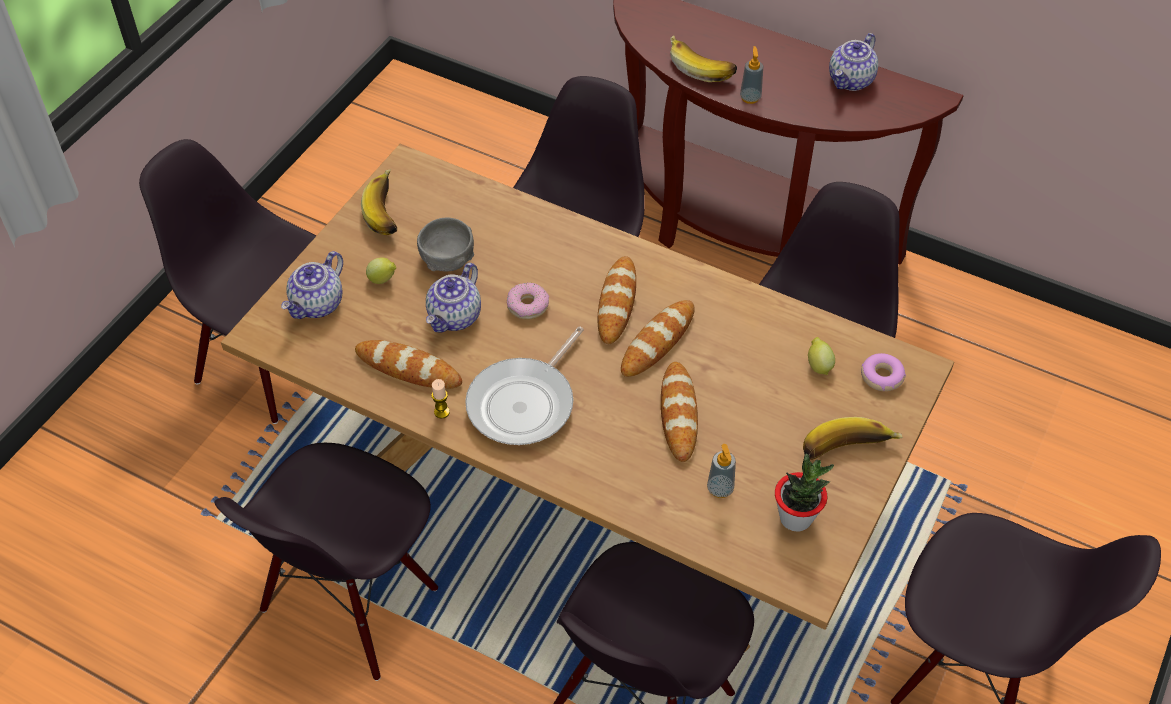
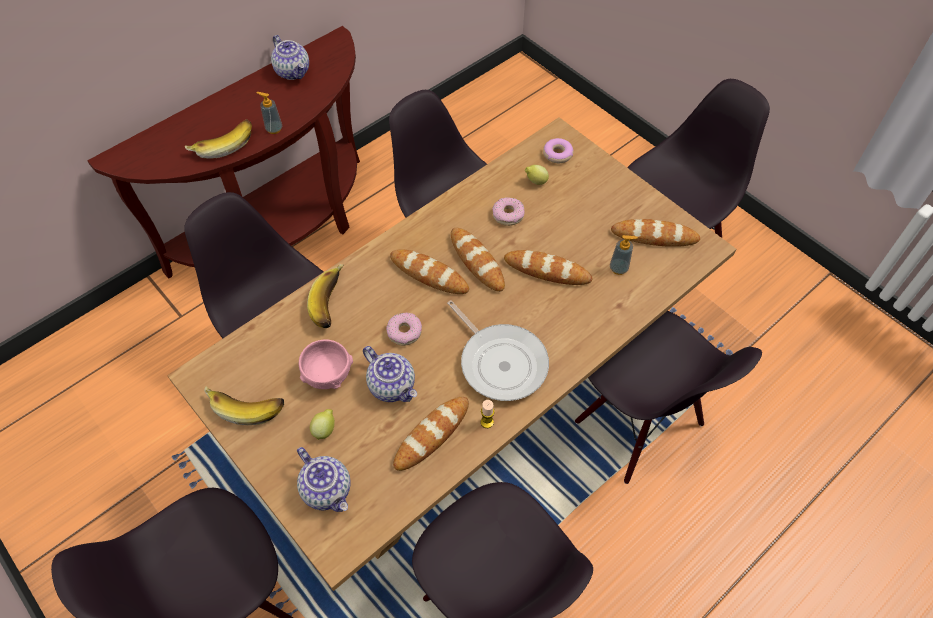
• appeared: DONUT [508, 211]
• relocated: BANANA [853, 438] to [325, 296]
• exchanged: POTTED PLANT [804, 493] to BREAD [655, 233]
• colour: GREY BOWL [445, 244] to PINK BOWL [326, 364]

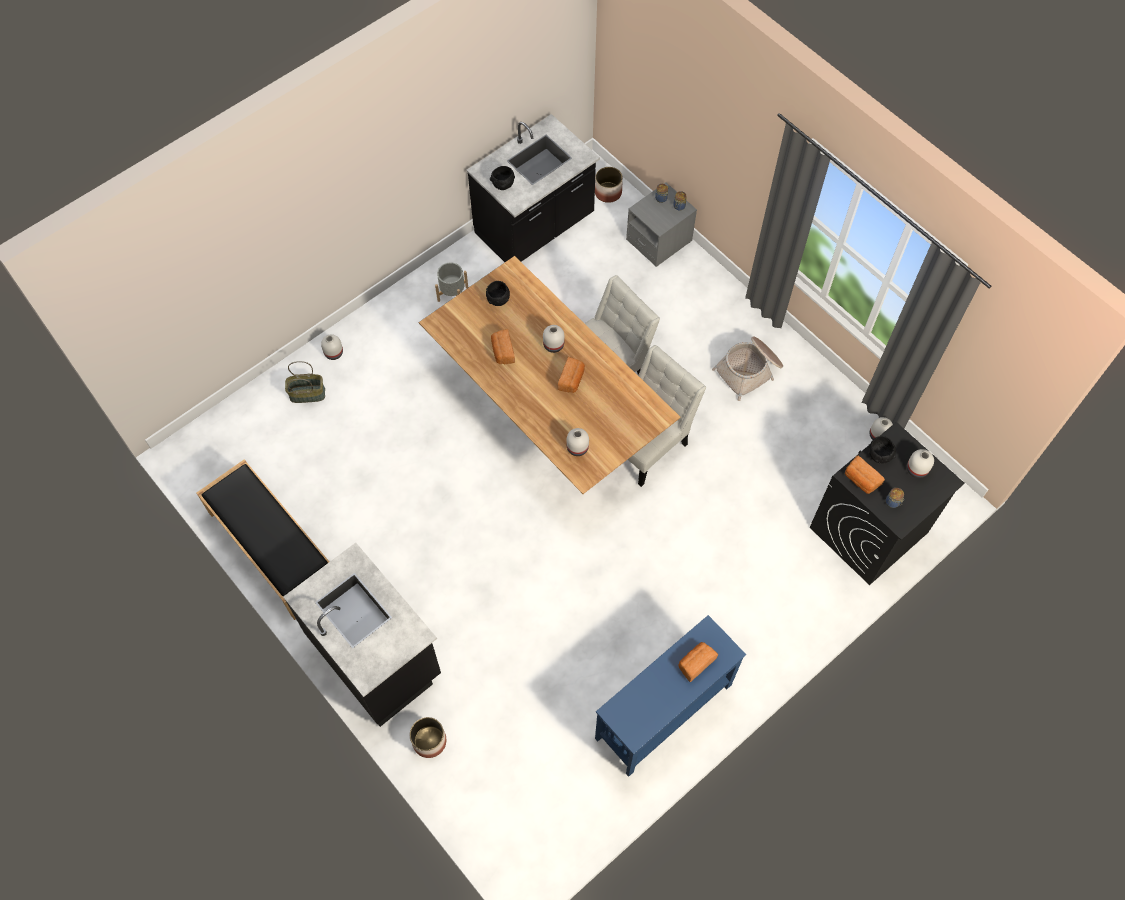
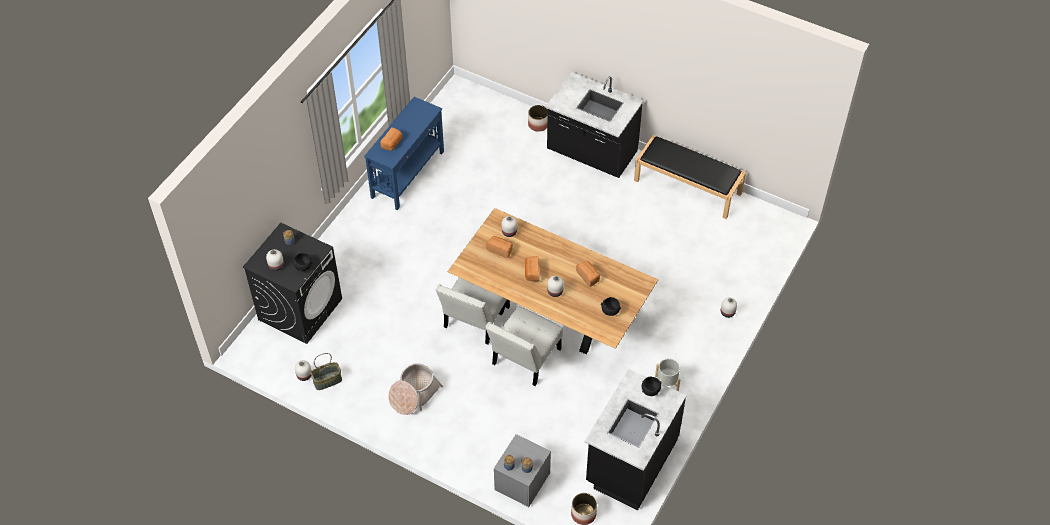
• relocated: BASKET [305, 382] to [326, 371]
• relocated: BREAD [865, 475] to [499, 247]

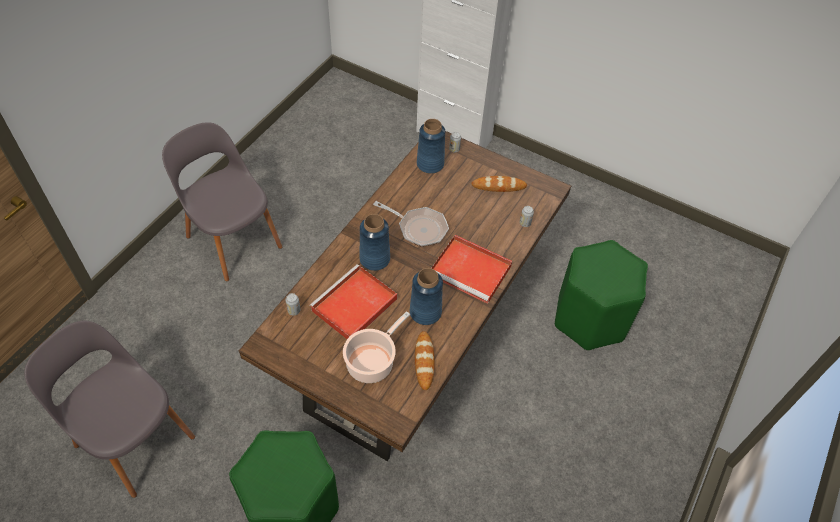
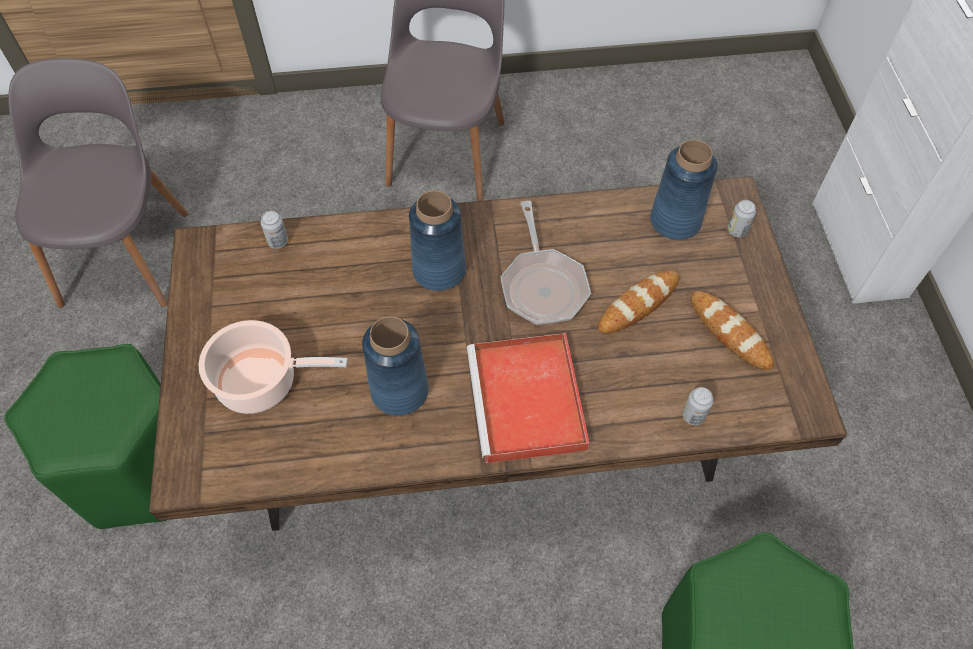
• missing: RED TRAY [353, 301]
• relocated: BREAD [425, 360] to [639, 302]

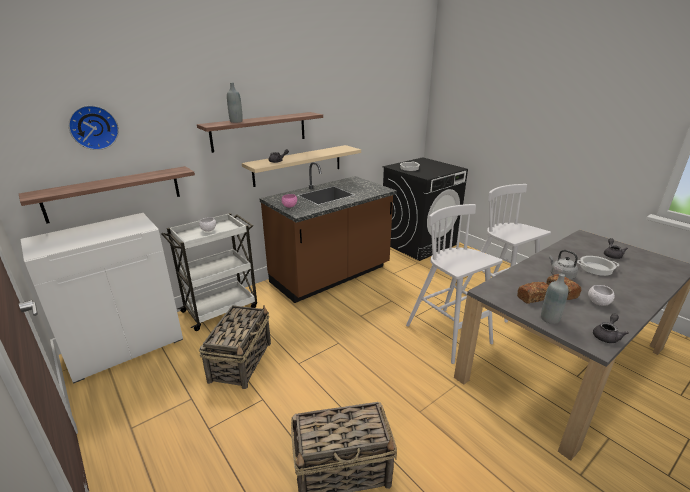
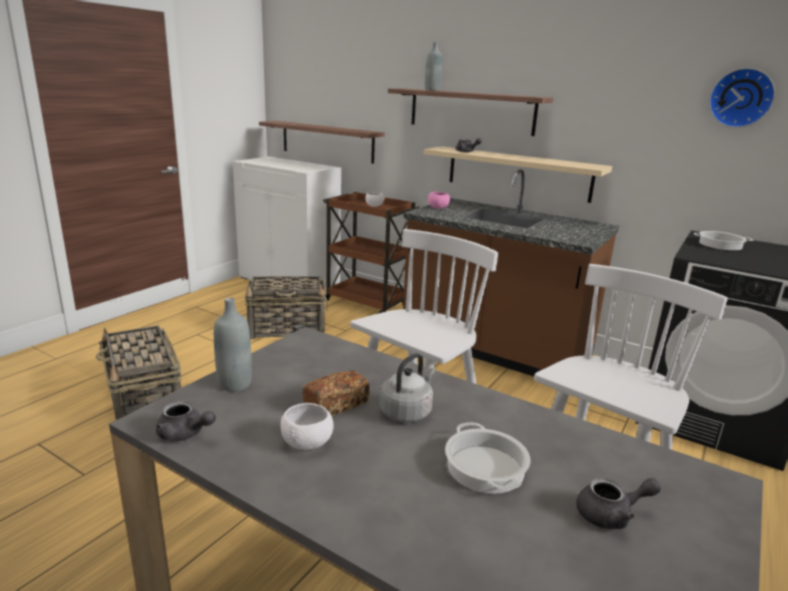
• missing: BREAD [533, 293]
• relocated: WALL CLOCK [93, 127] to [742, 98]
• colour: WHITE CART [209, 272] to BROWN CART [371, 252]

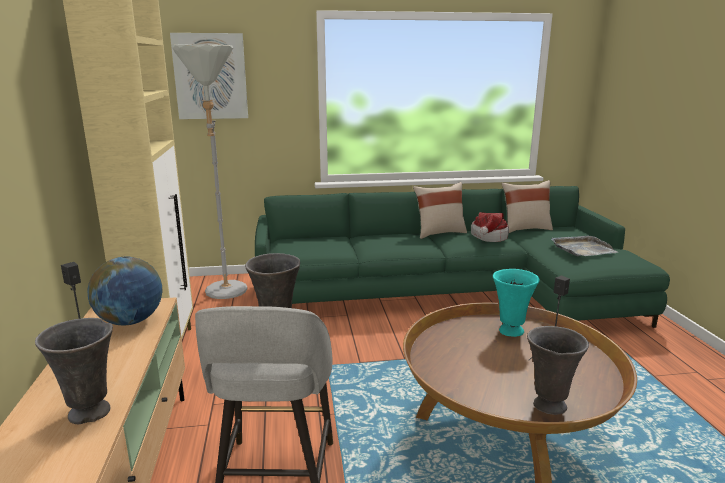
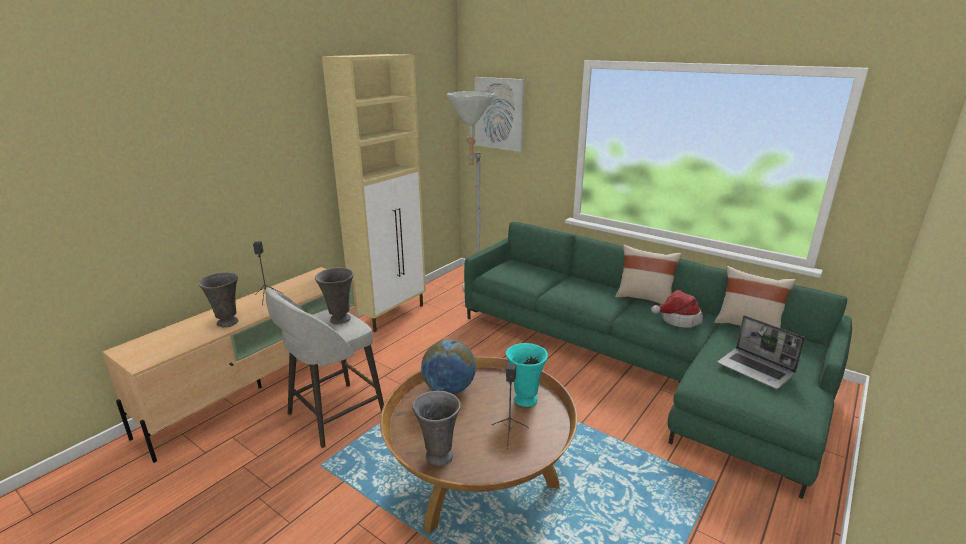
• relocated: GLOBE [124, 291] to [448, 366]
• exchanged: GREY TRAY [584, 245] to LAPTOP [761, 352]

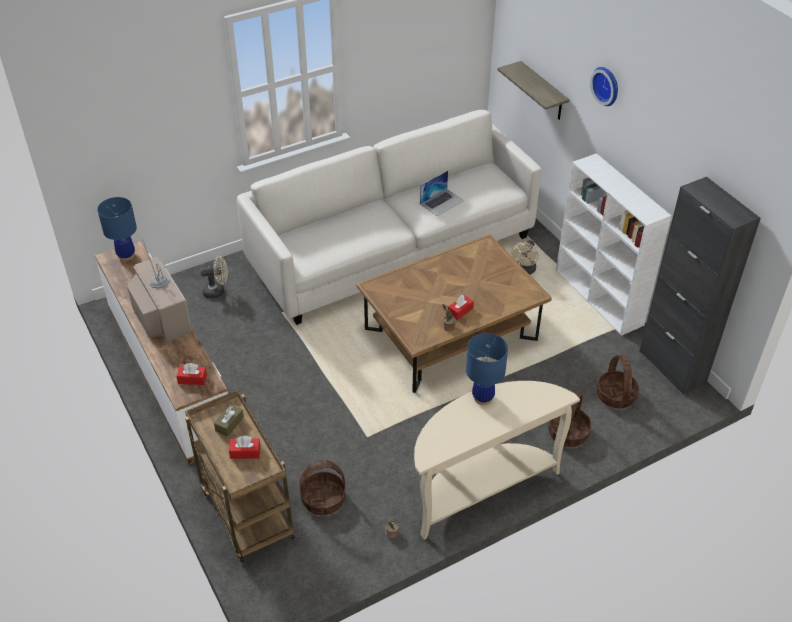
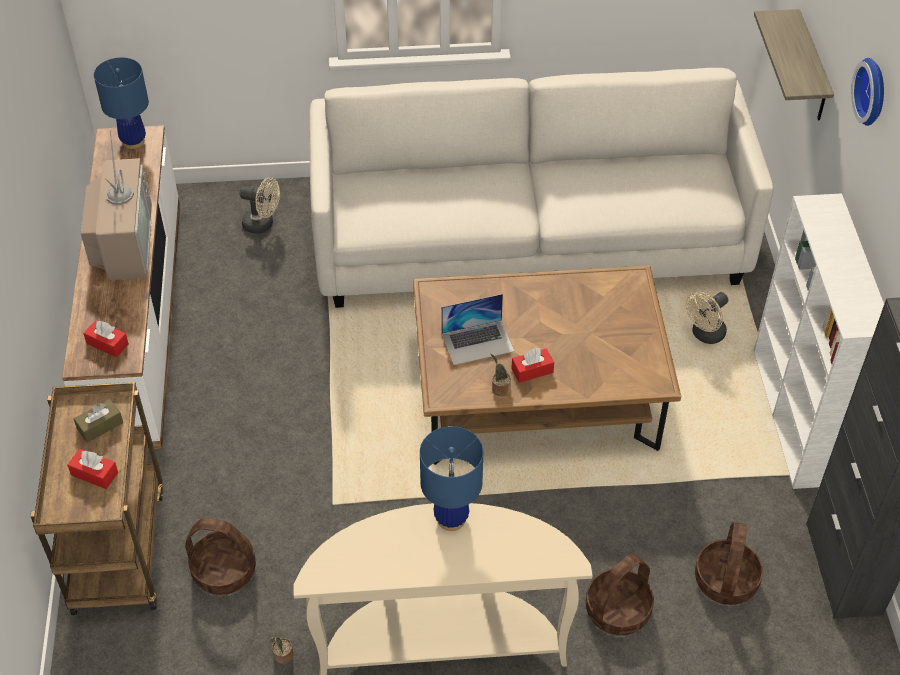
• relocated: LAPTOP [442, 193] to [478, 329]

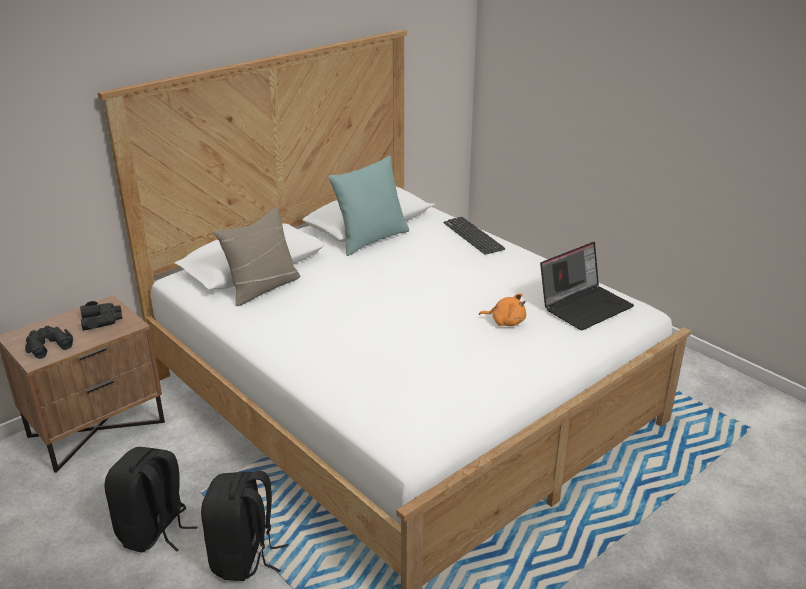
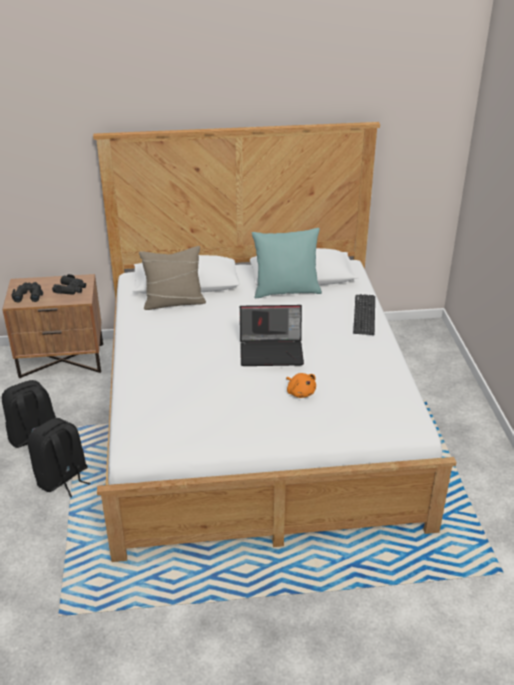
• relocated: LAPTOP [587, 286] to [272, 335]

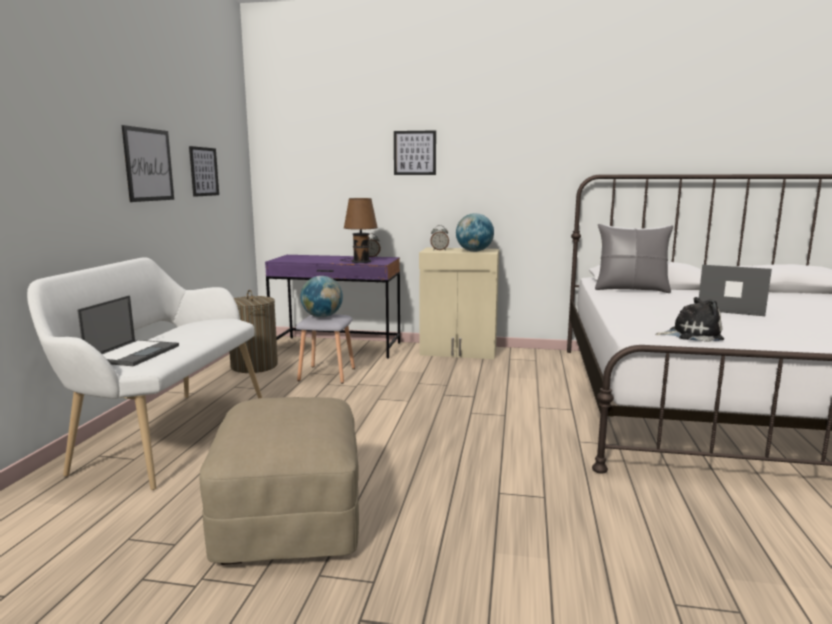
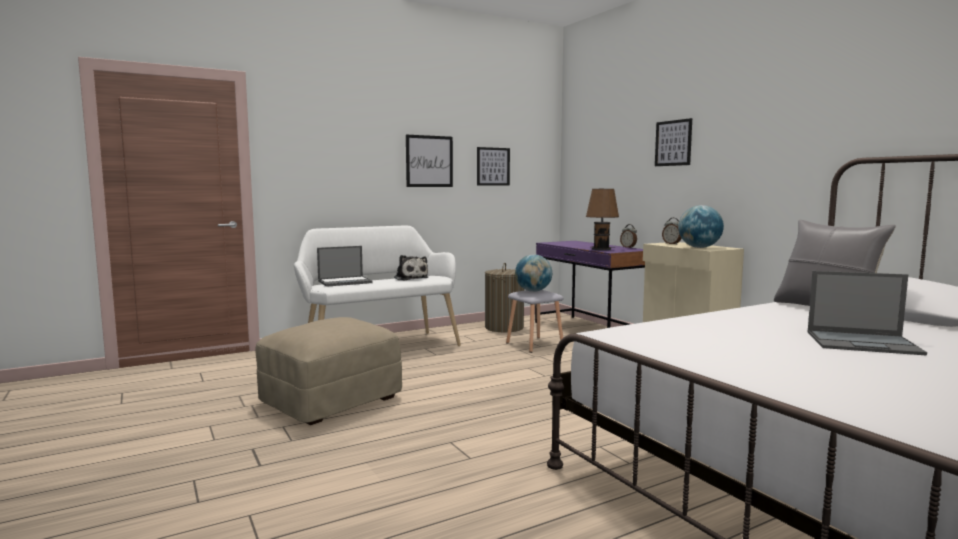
• relocated: PLUSH TOY [689, 319] to [411, 268]
• spun: LAPTOP [735, 290] = [867, 313] 120 degrees clockwise

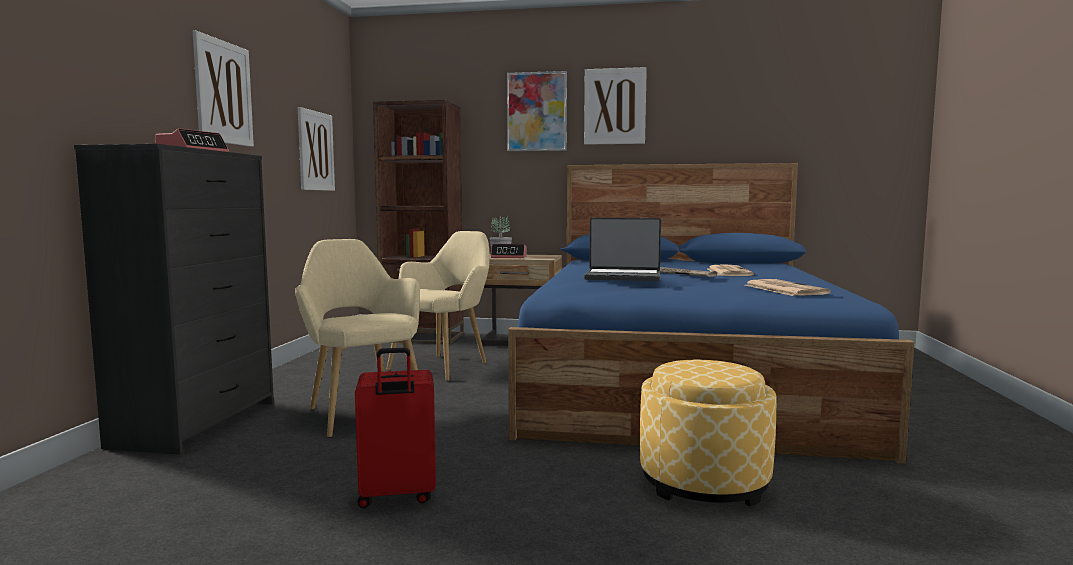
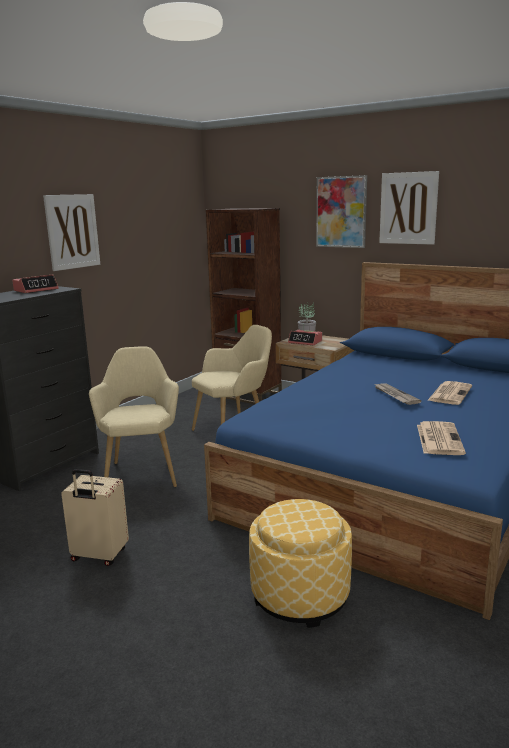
• missing: PICTURE [316, 149]
• missing: LAPTOP [622, 249]
• colour: RED SUITCASE [395, 428] to BEIGE SUITCASE [95, 517]

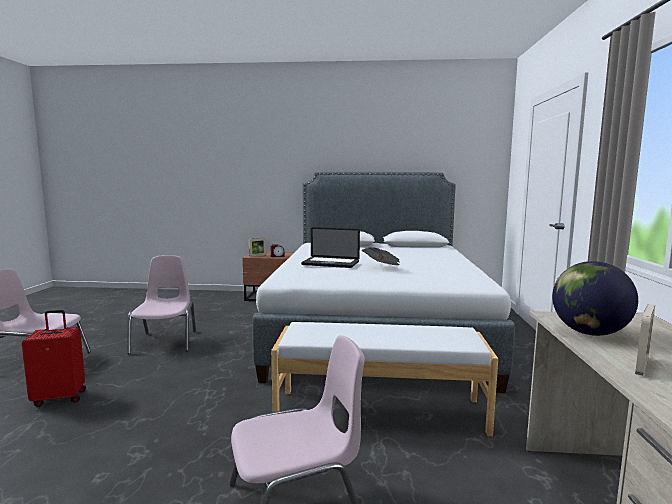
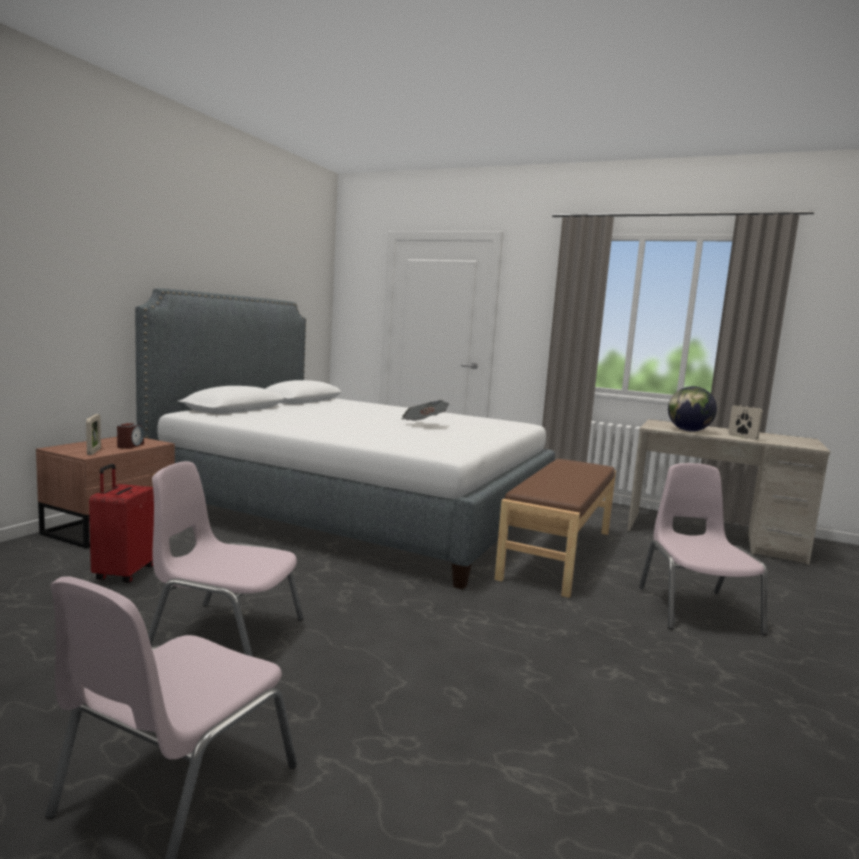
• missing: LAPTOP [330, 247]
• relocated: RED SUITCASE [54, 358] to [121, 523]
• colour: WHITE BENCH [384, 379] to BROWN BENCH [555, 528]

